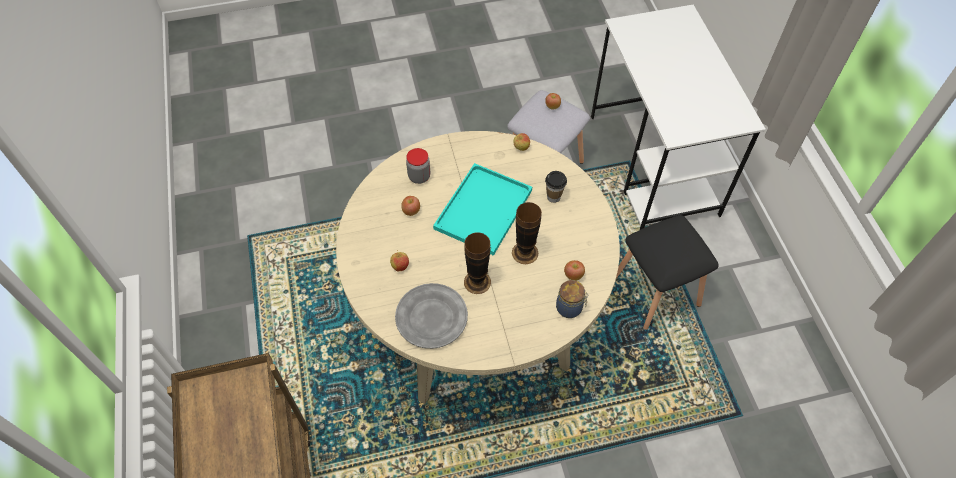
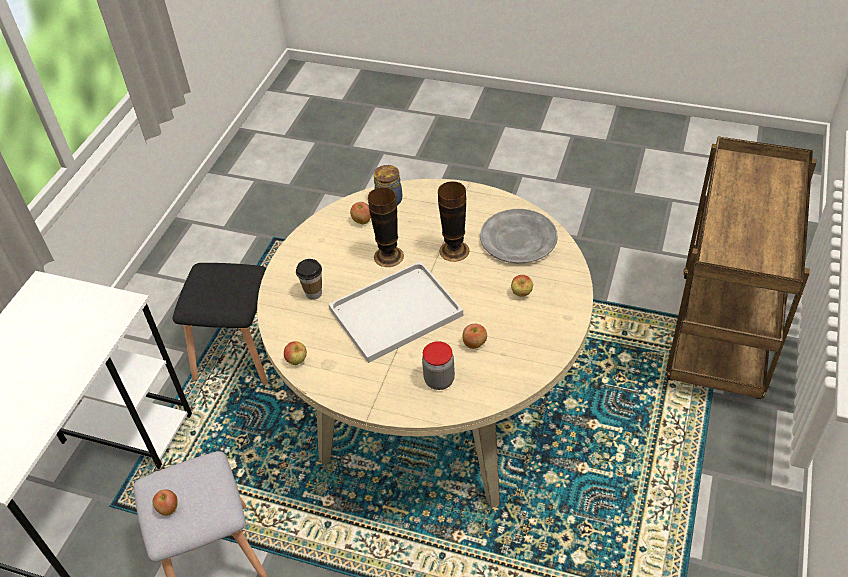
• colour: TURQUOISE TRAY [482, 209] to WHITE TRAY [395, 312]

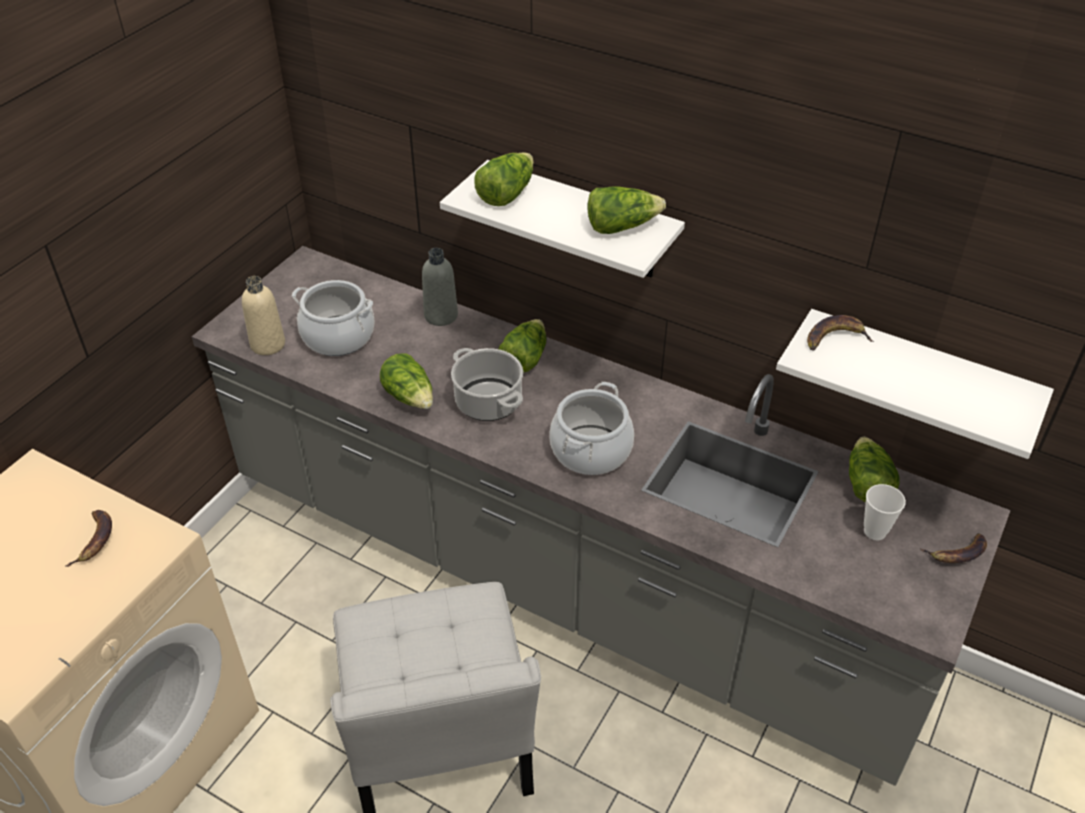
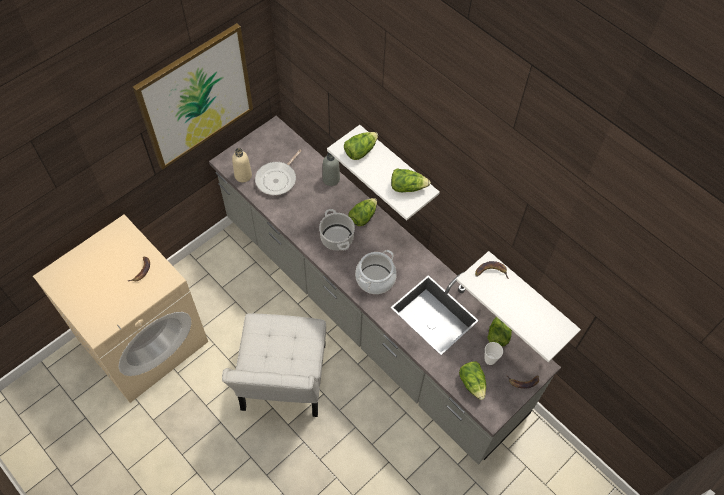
• appeared: PICTURE [193, 96]
• relocated: LETTUCE [406, 381] to [472, 380]
• exchanged: COOKING POT [333, 318] to FRYING PAN [278, 172]

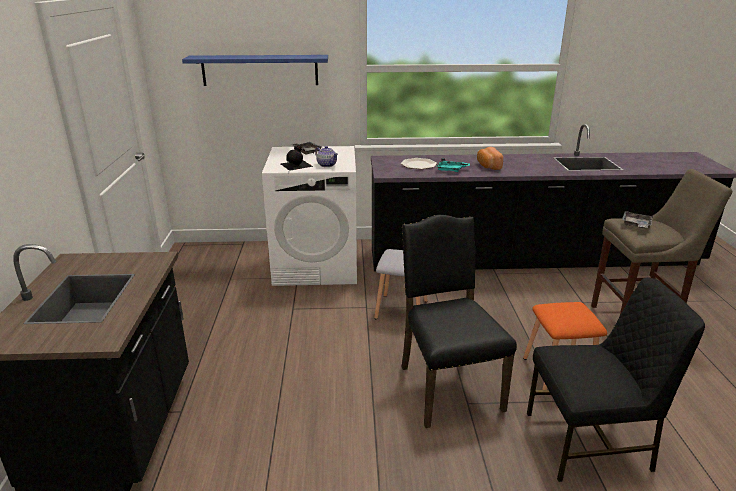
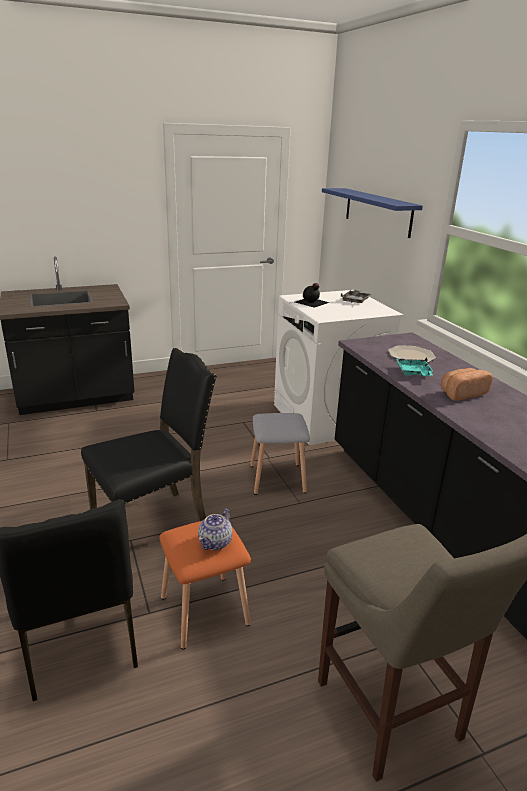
• missing: GREY TRAY [638, 220]
• relocated: TEAPOT [326, 156] to [215, 529]

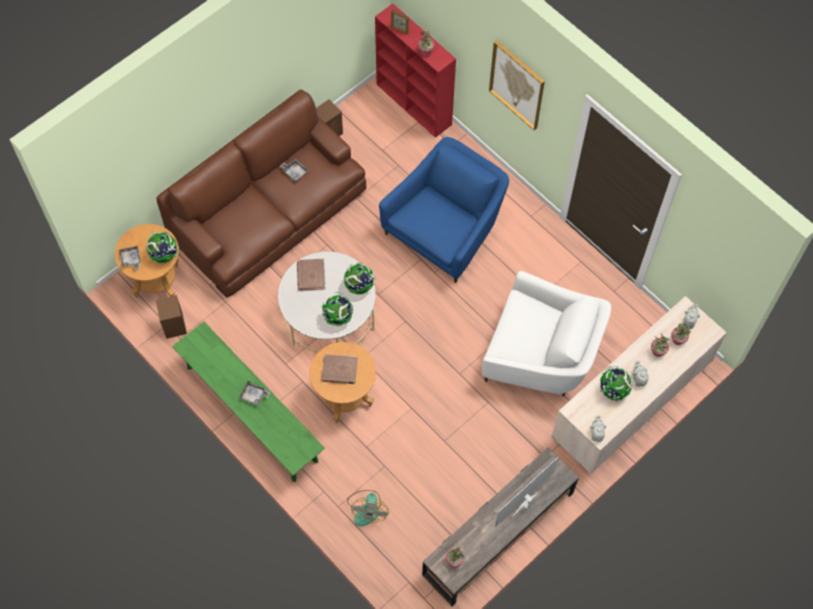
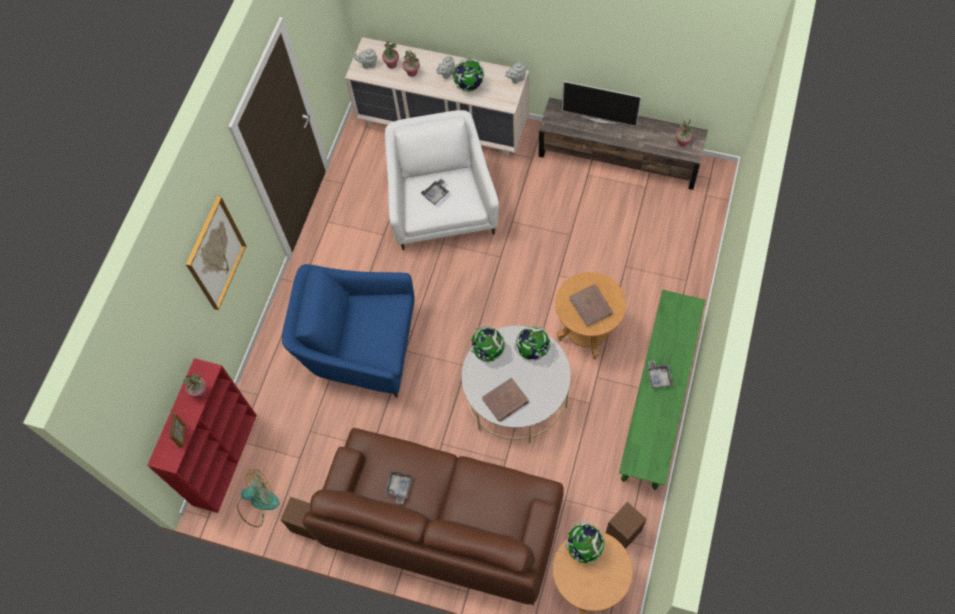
• relocated: GREY TRAY [130, 257] to [435, 191]
• relocated: FAN [368, 508] to [258, 498]

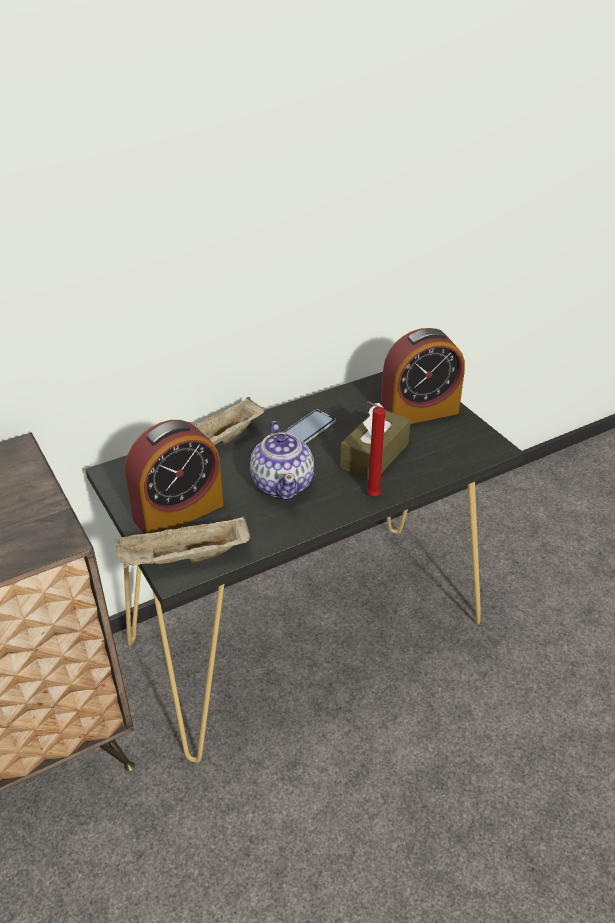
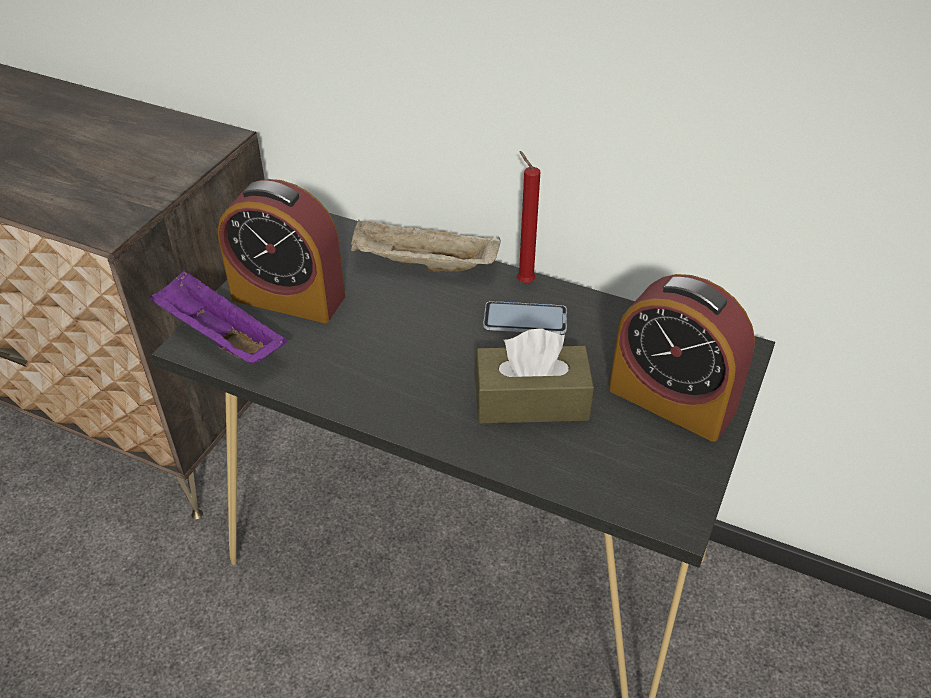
• missing: TEAPOT [282, 460]
• relocated: RED CANDLE [376, 448] to [528, 217]
• colour: BEIGE TRAY [182, 542] to PURPLE TRAY [218, 316]

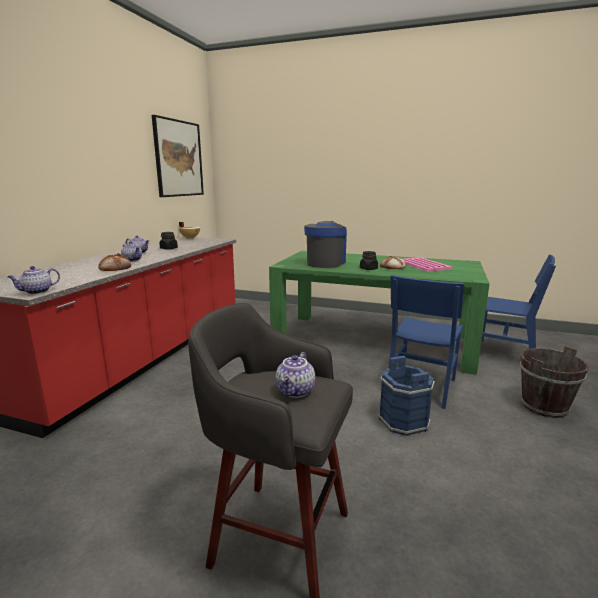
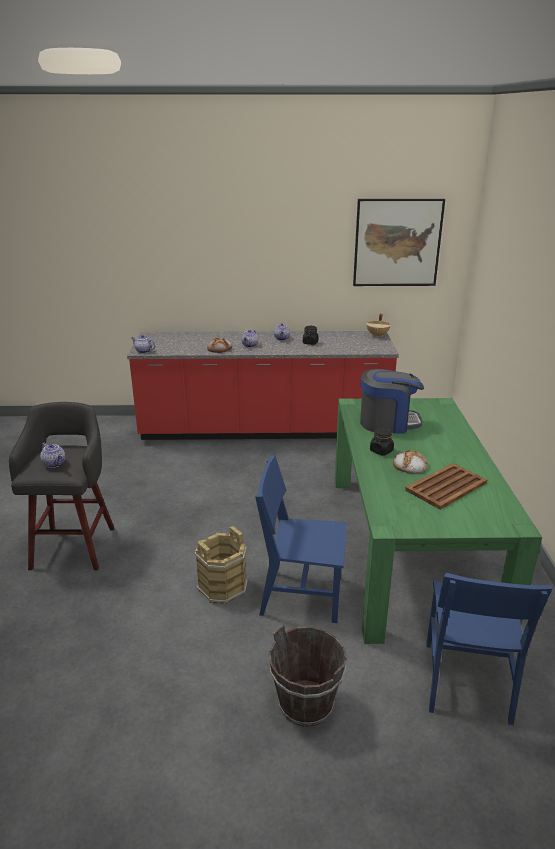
• colour: BLUE BUCKET [406, 396] to BROWN BUCKET [221, 565]
• colour: PINK TRAY [426, 264] to BROWN TRAY [446, 486]
• spun: TEAPOT [295, 375] = [52, 455] 135 degrees counterclockwise

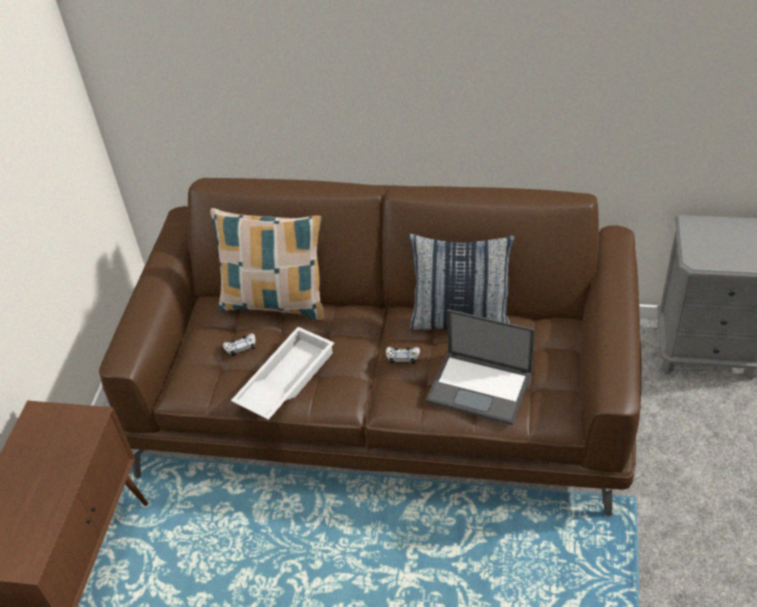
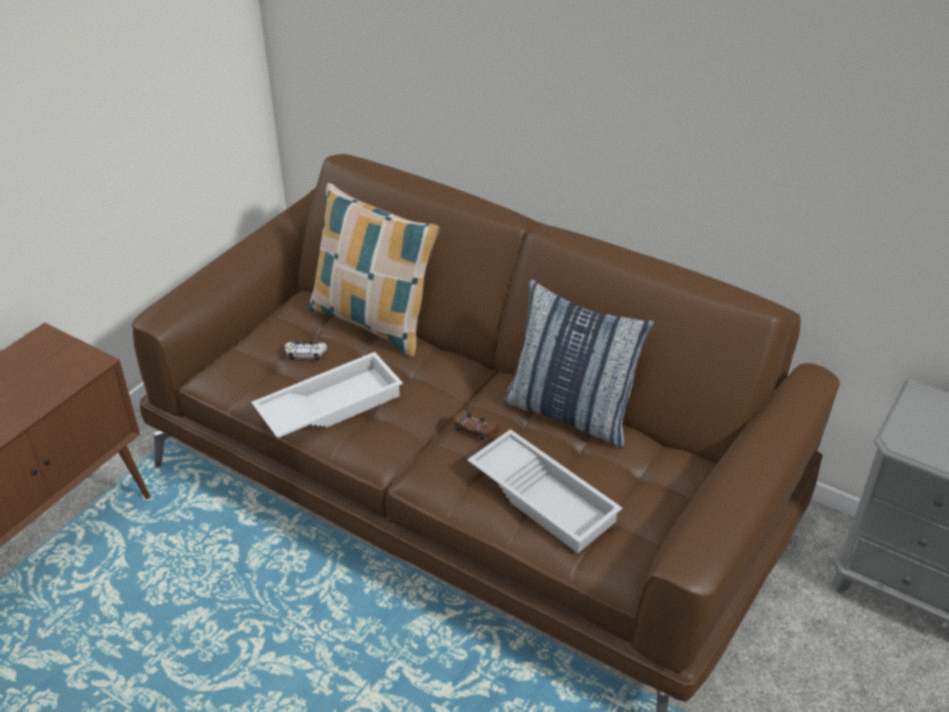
• exchanged: LAPTOP [480, 367] to WHITE TRAY [544, 491]
• colour: WHITE GAME CONTROLLER [403, 355] to BROWN GAME CONTROLLER [477, 425]

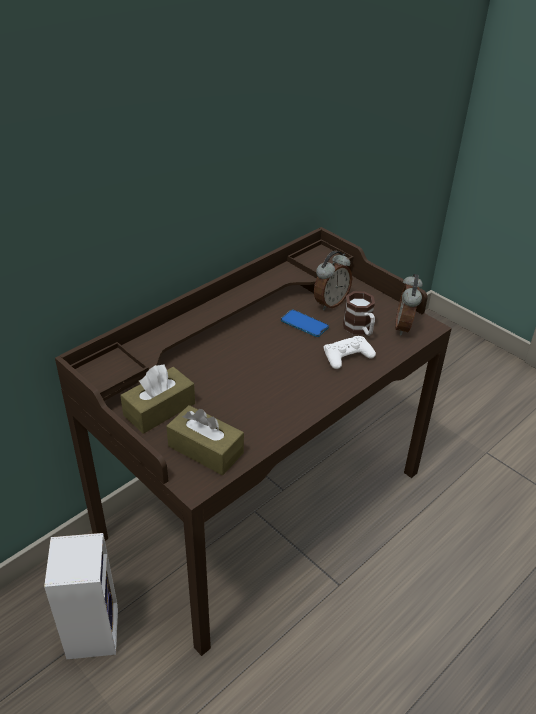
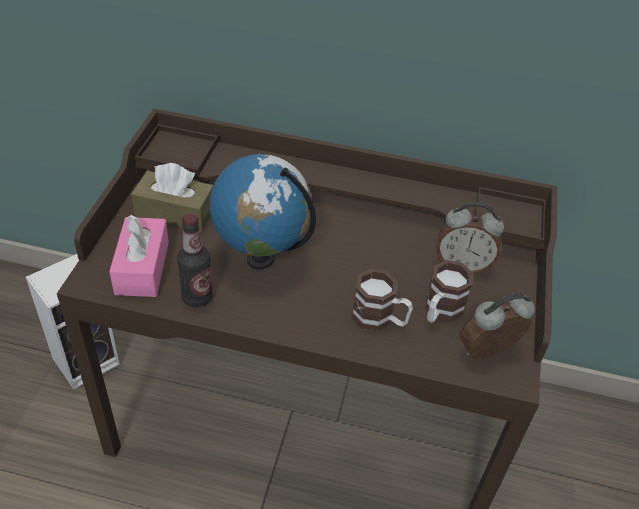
• missing: PHONE [305, 323]
• appeared: BOTTLE [195, 260]
• appeared: GLOBE [263, 212]
• exchanged: WHITE GAME CONTROLLER [349, 352] to MUG [382, 300]
• colour: BROWN TISSUE BOX [205, 440] to PINK TISSUE BOX [139, 256]

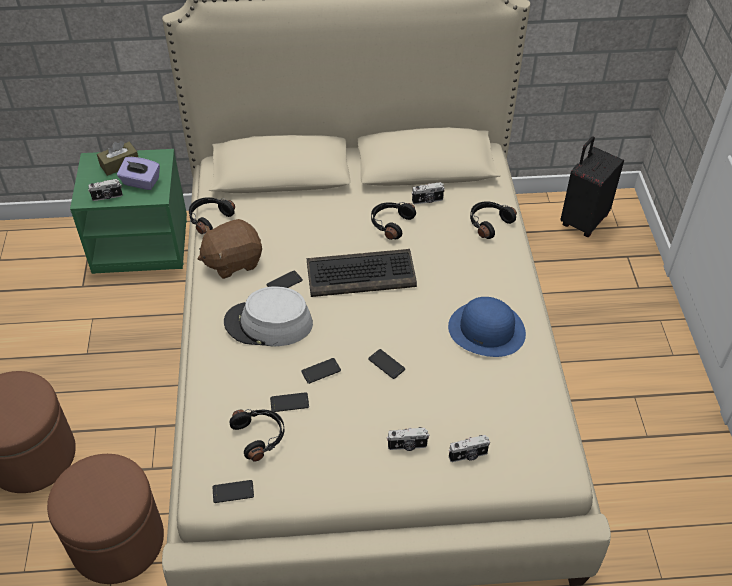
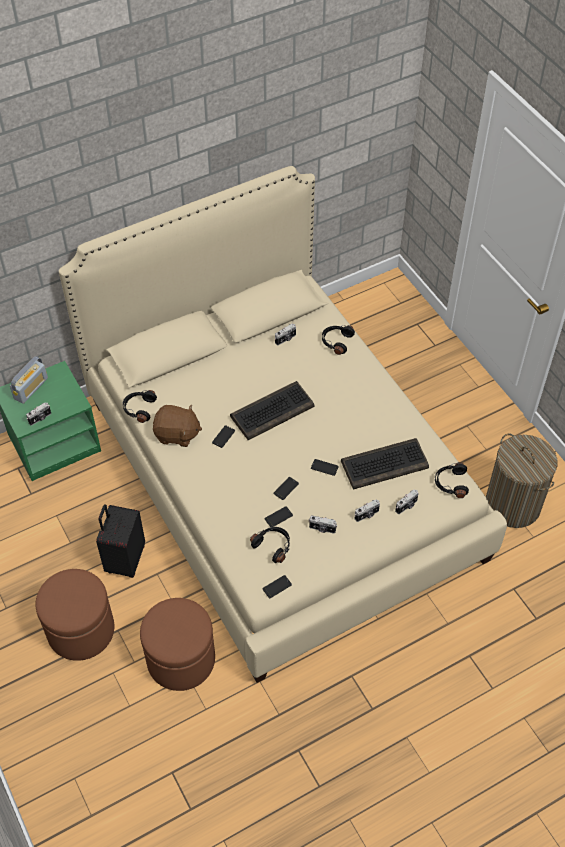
• missing: PURPLE TISSUE BOX [138, 173]
• missing: GREY HAT [268, 316]
• missing: BLUE HAT [487, 327]
• appeared: PHOTO CAMERA [323, 524]
• appeared: KEYBOARD [385, 463]
• appeared: LAUNDRY BASKET [521, 481]
• relocated: BLACK HEADPHONES [393, 221] to [452, 480]
• relocated: BLACK SUITCASE [592, 186] to [120, 541]
• exchanged: BROWN TISSUE BOX [117, 158] to RADIO [29, 380]
• spun: BROWN PLUSH TOY [230, 249] = [177, 426] 120 degrees counterclockwise

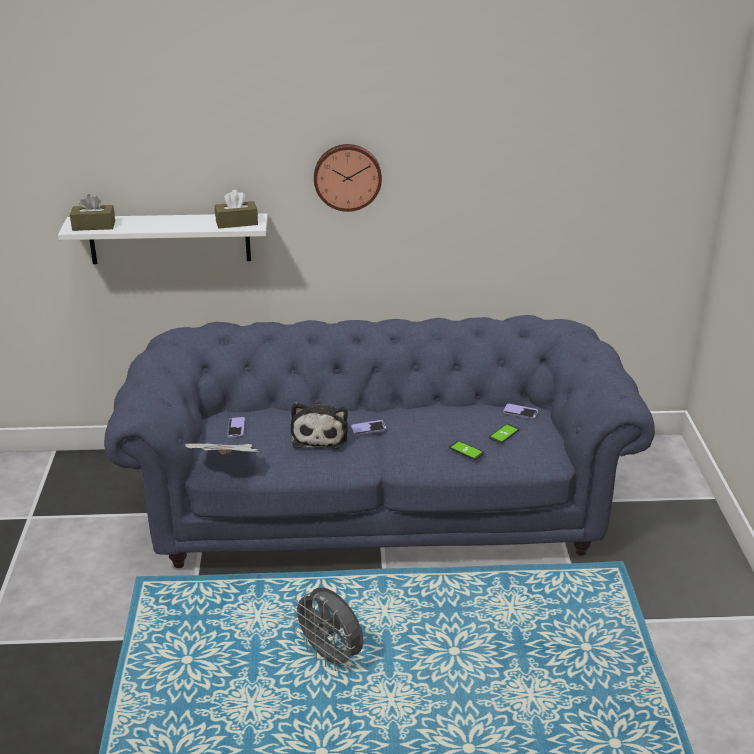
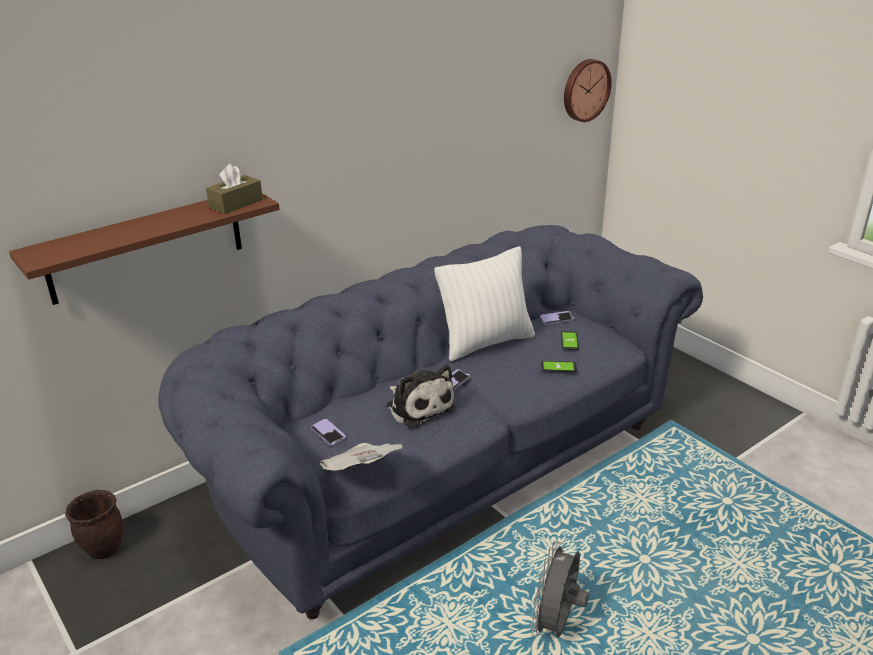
• missing: BROWN TISSUE BOX [92, 212]
• appeared: BROWN PLANTER [94, 524]
• appeared: WHITE PILLOW [484, 303]
• relocated: WALL CLOCK [348, 178] to [588, 90]
• colour: WHITE SHELF [163, 238] to BROWN SHELF [144, 249]
• spun: GREY FAN [327, 629] = [559, 589] 105 degrees clockwise

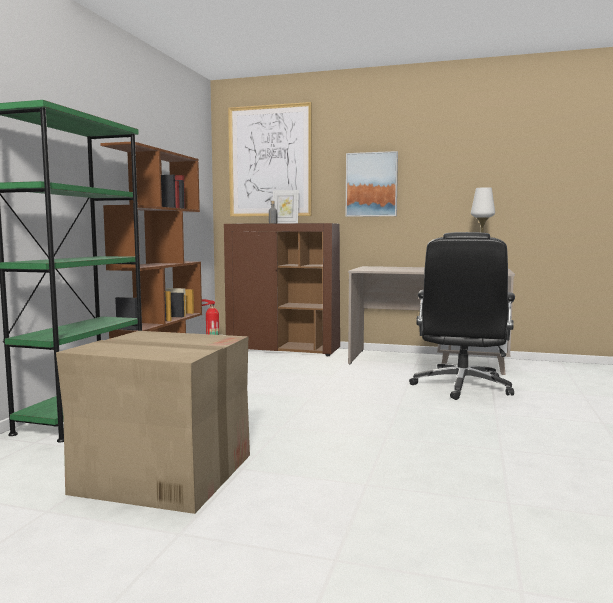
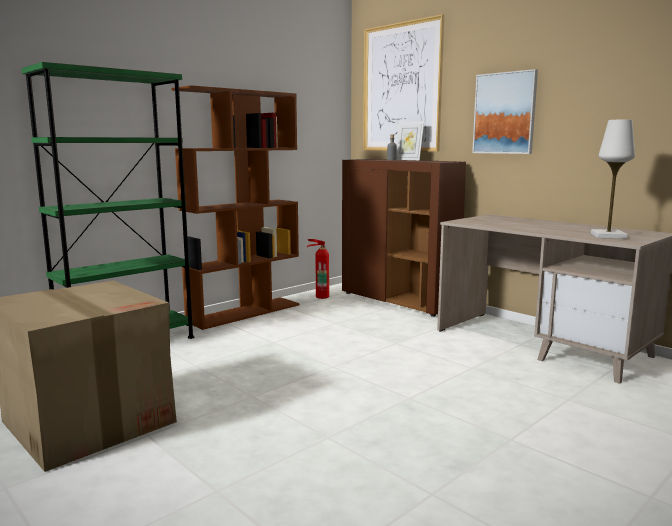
• missing: BLACK OFFICE CHAIR [462, 316]

